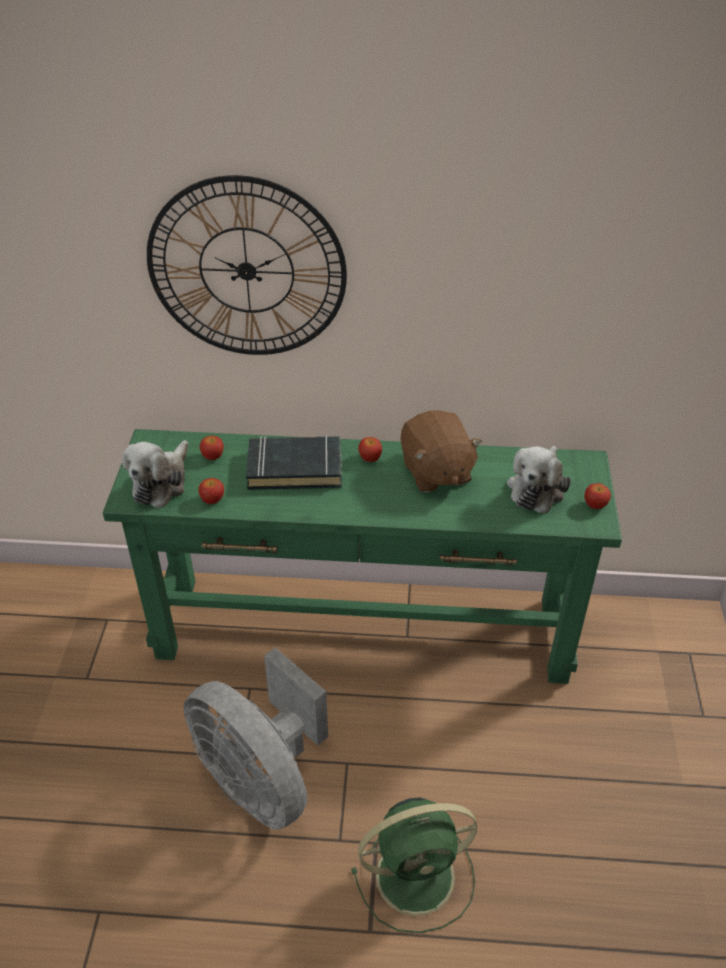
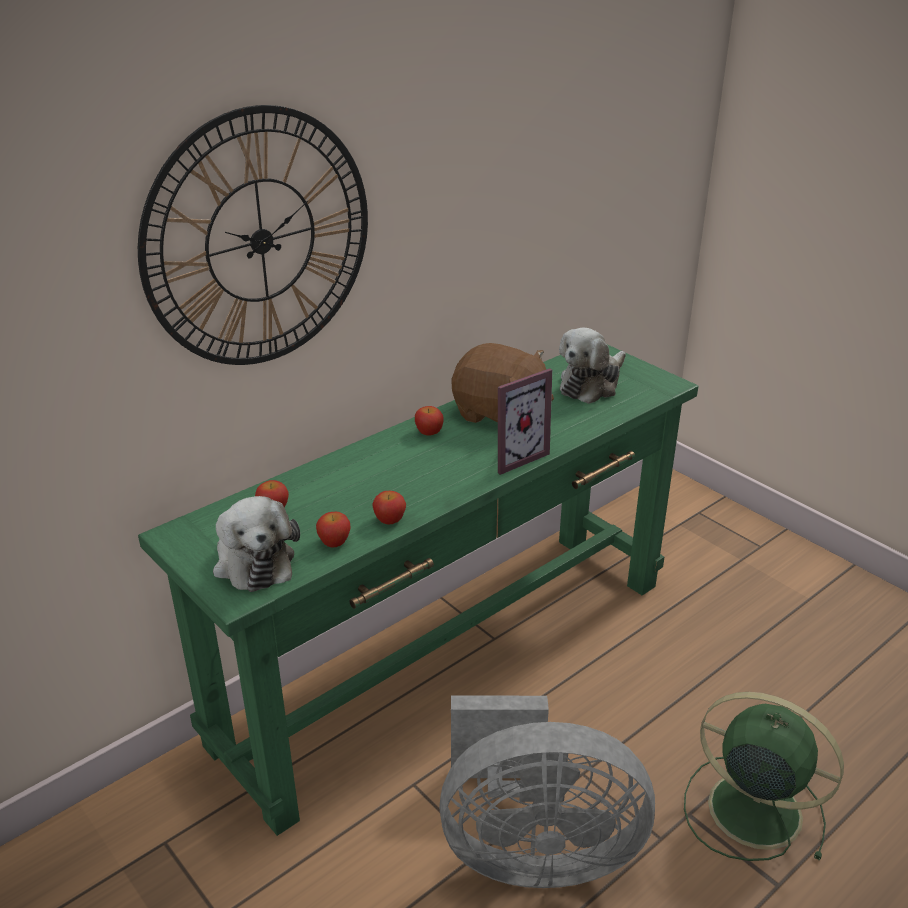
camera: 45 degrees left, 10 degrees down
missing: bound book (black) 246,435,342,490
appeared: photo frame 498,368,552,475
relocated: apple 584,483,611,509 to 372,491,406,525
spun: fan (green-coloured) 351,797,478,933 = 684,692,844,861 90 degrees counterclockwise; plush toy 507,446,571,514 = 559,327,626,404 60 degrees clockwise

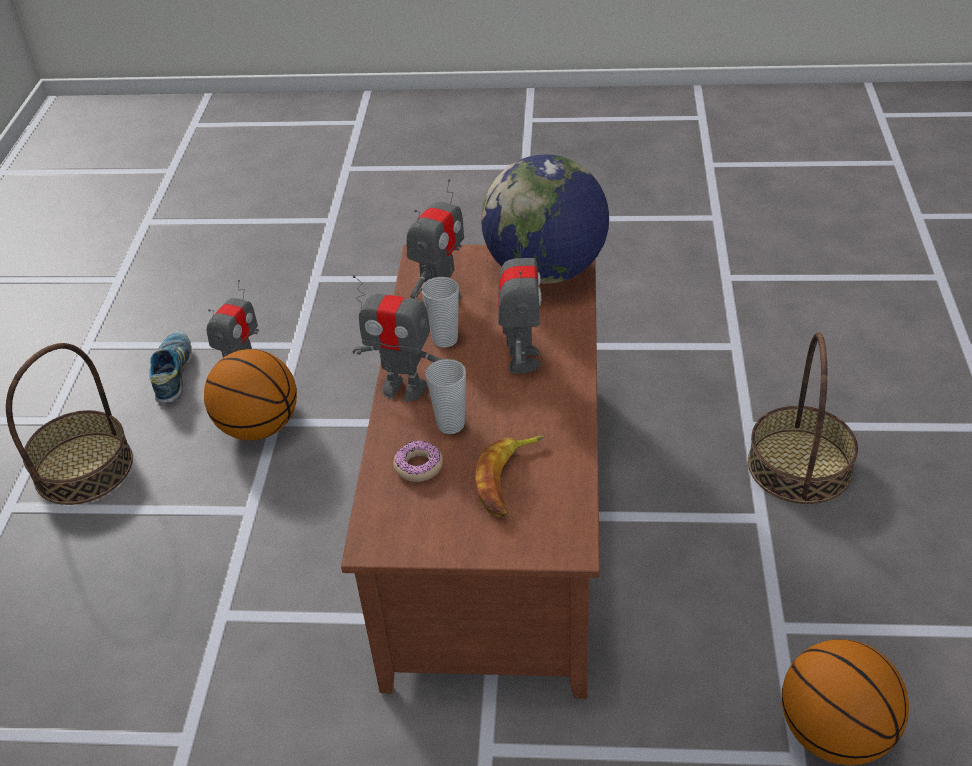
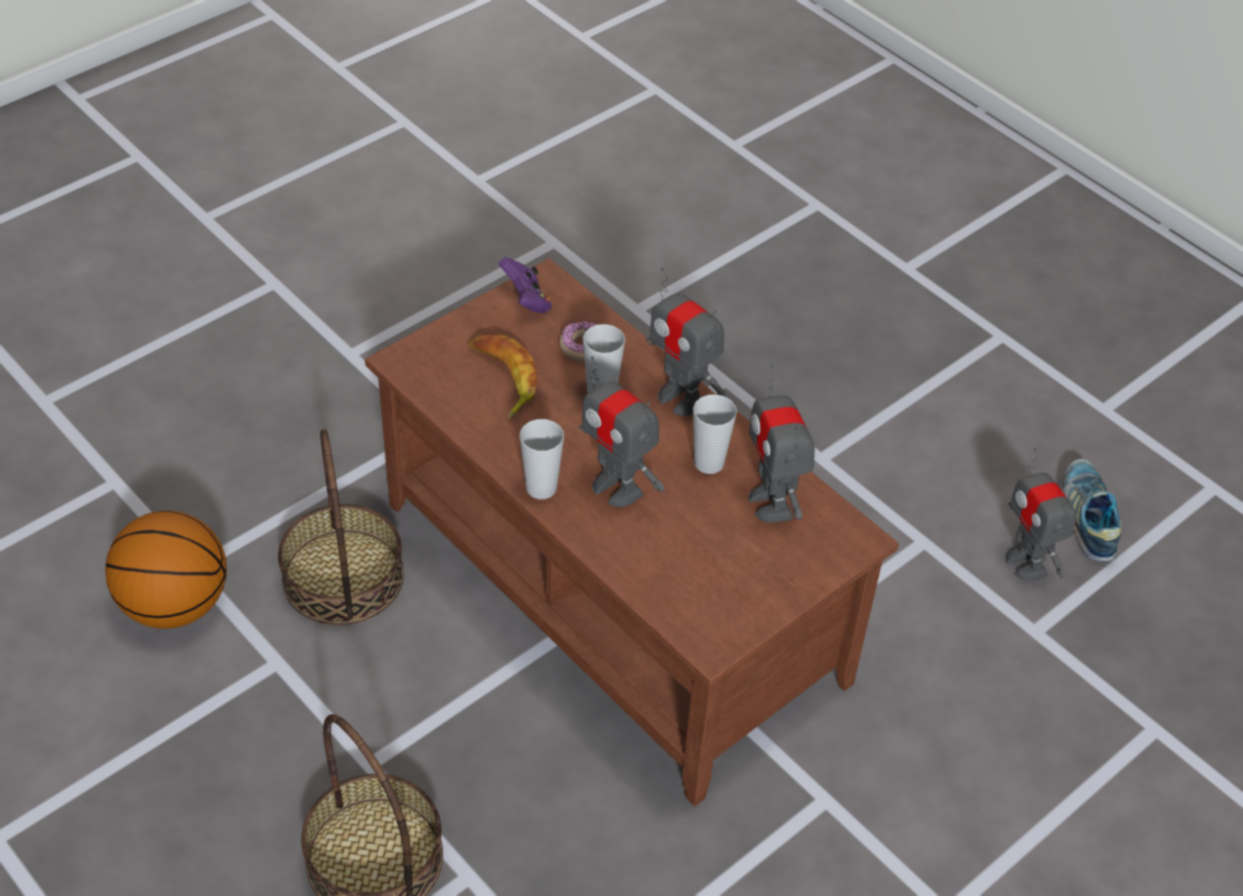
camera: 130 degrees right, 5 degrees up
missing: basketball ball 204,349,297,440; world globe 481,154,609,284
appeared: gamepad (purplish) 499,257,552,313; small cup 520,419,564,499
relocated: storage basket 6,343,133,505 to 278,429,404,625
spun: shoe 149,331,192,403 = 1061,459,1122,562 135 degrees counterclockwise; model robot 353,275,442,402 = 646,268,728,416 105 degrees counterclockwise

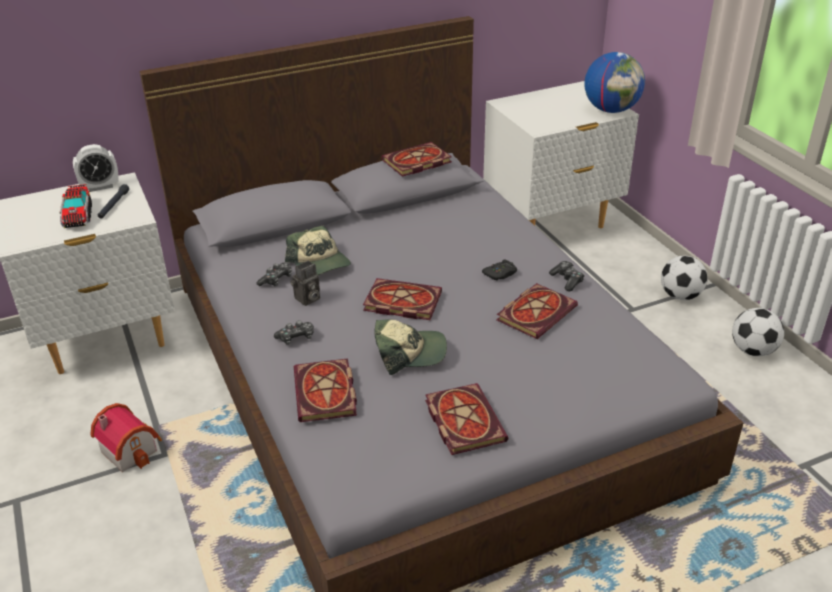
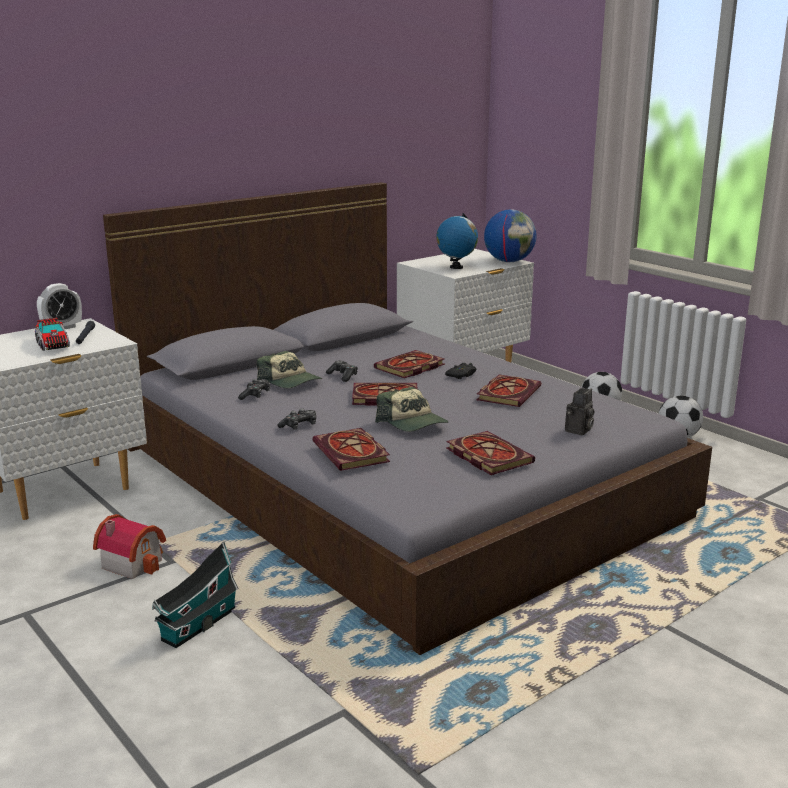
camera: 15 degrees left, 15 degrees down
appeared: toy house 152,542,239,648; world globe 436,213,478,269
relocated: photo camera 290,261,320,306 to 565,388,594,435; bound book 382,142,452,177 to 374,350,445,378; gamepad 549,261,584,292 to 326,360,358,382
spun: cap 374,319,447,375 = 375,387,448,432 75 degrees clockwise

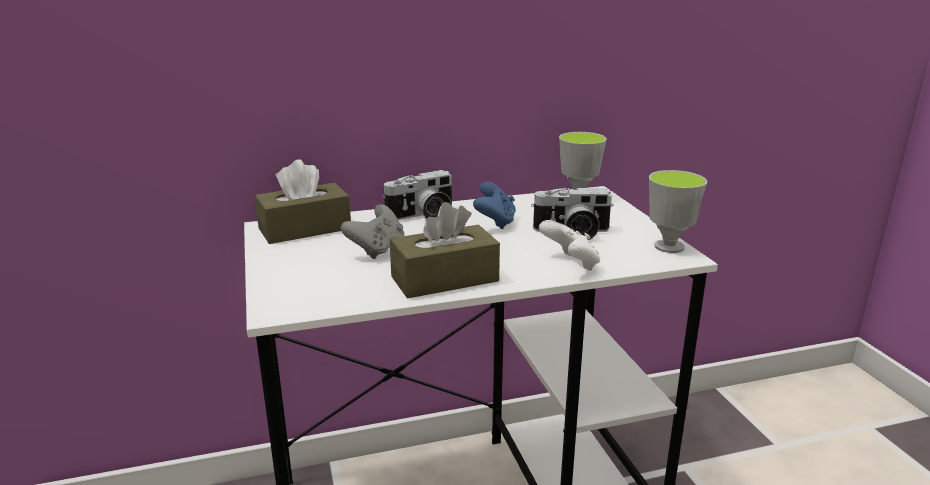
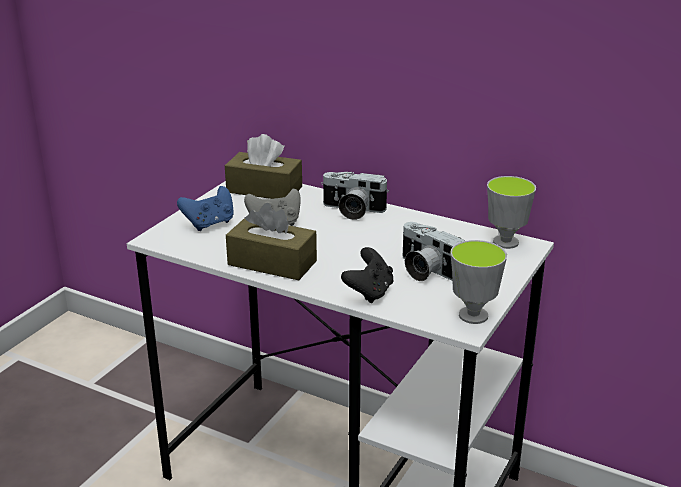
camera: 45 degrees right, 5 degrees up
relocated: gamepad (blue) 473,181,516,229 to 177,186,234,231
colour: gamepad (white-coloured) 539,220,600,271 to gamepad (black) 341,247,393,303

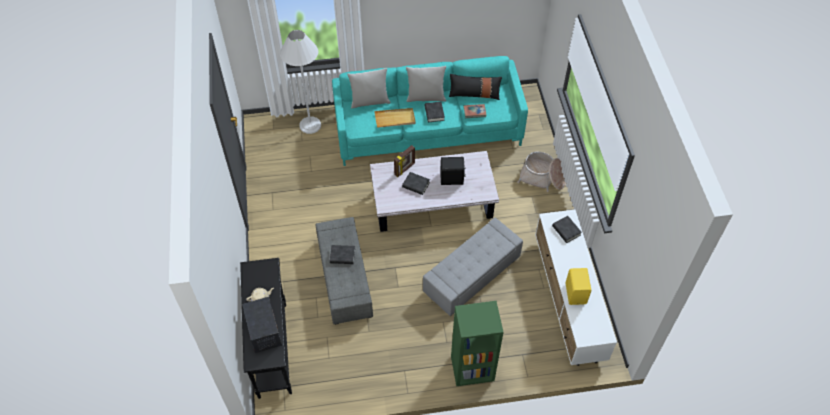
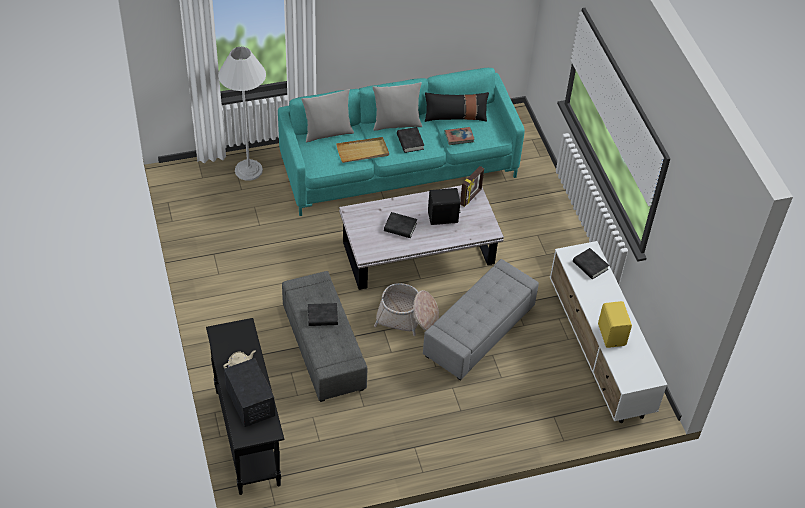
camera: 10 degrees left, 5 degrees down
missing: bookcase (green-coloured) 451,301,504,386
relocated: photo frame 394,145,415,177 to 460,166,484,207; storage basket 517,151,566,192 to 374,283,439,336

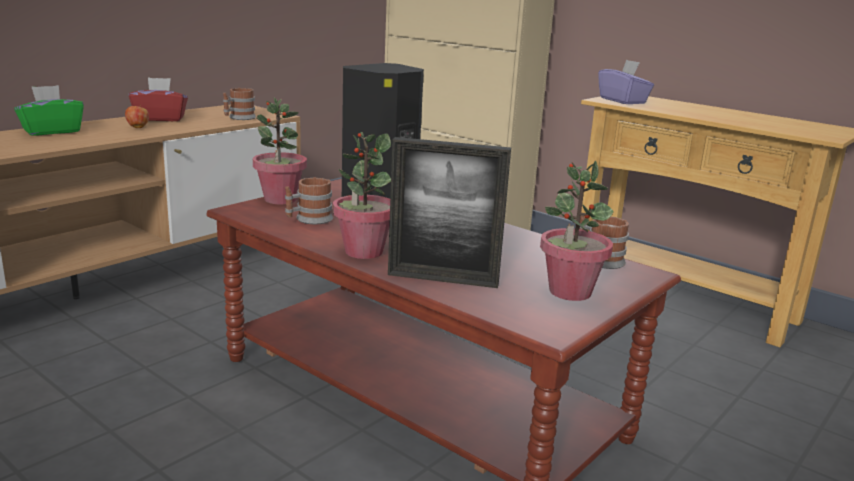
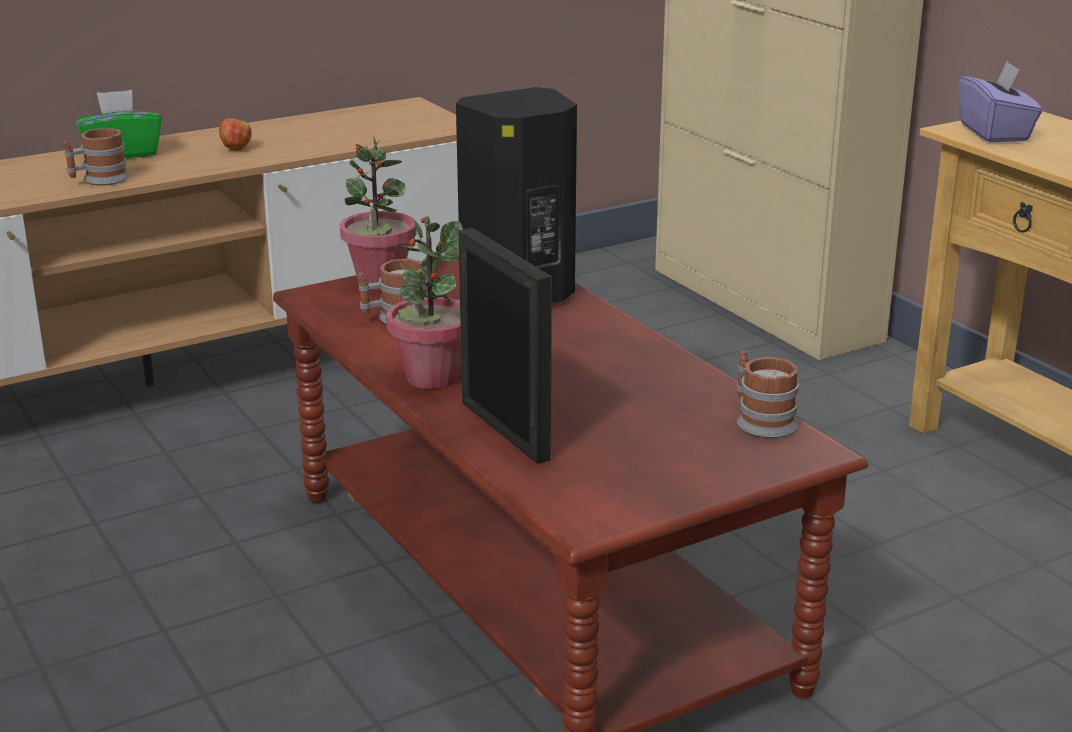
camera: 20 degrees right, 5 degrees up
missing: box of tissues (red-coloured) 129,77,188,121; houseplant 540,161,613,301
relocated: coffee mug 223,88,256,120 to 63,128,130,185
spun: photo frame 388,137,511,288 = 458,228,552,464 150 degrees counterclockwise

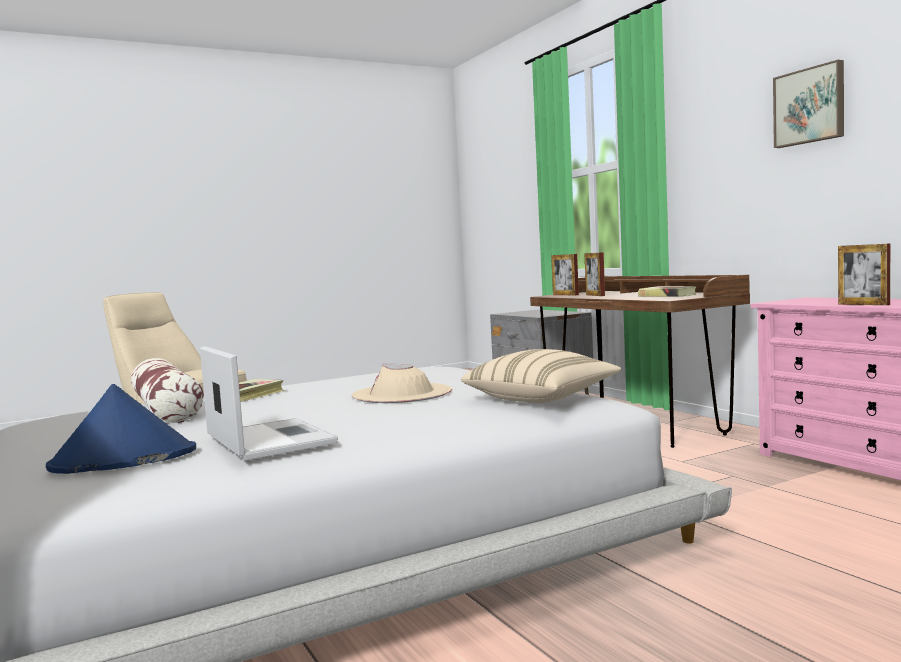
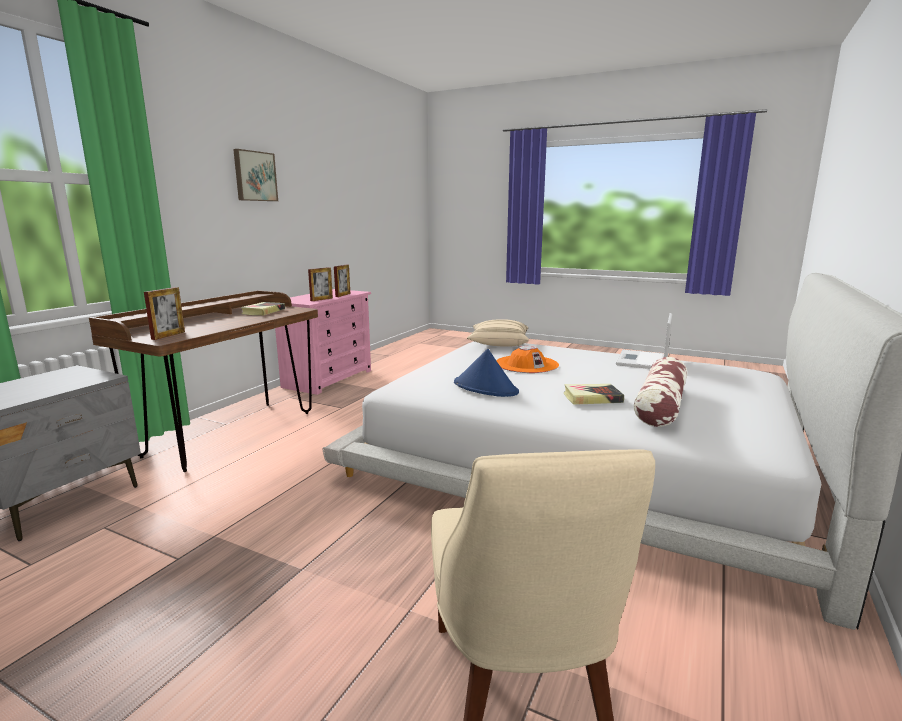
camera: 125 degrees left, 10 degrees up
relocated: hat (blue) 46,384,196,474 to 454,349,519,397; photo frame 584,252,605,296 to 308,267,333,301
colour: hat (beige-coloured) 352,363,452,403 to hat (orangey) 496,346,559,373

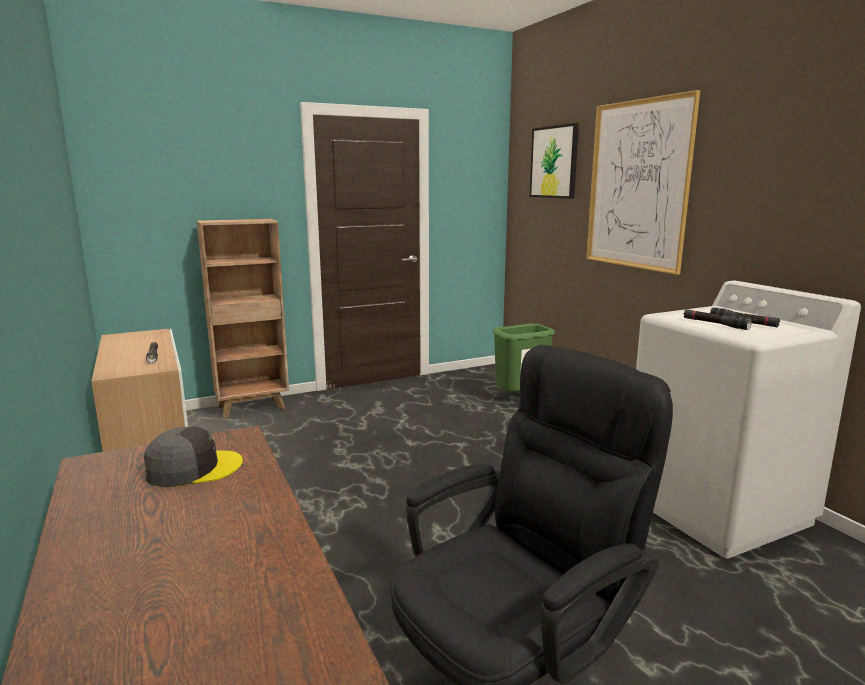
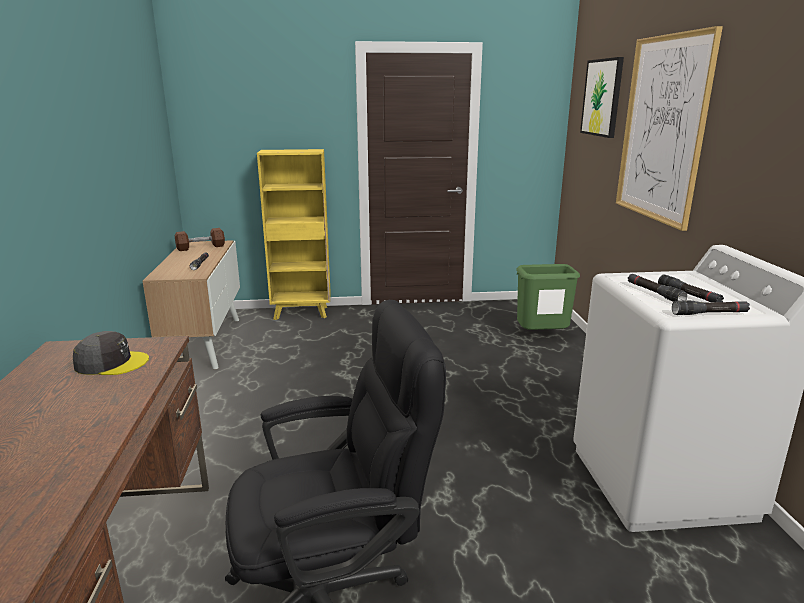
camera: 20 degrees right, 5 degrees up
appeared: dumbbell (brownish) 175,228,225,251; flashlight (black) 672,301,750,315
colour: bookcase (brownish) 196,219,289,419 to bookcase (yellow) 257,149,331,320

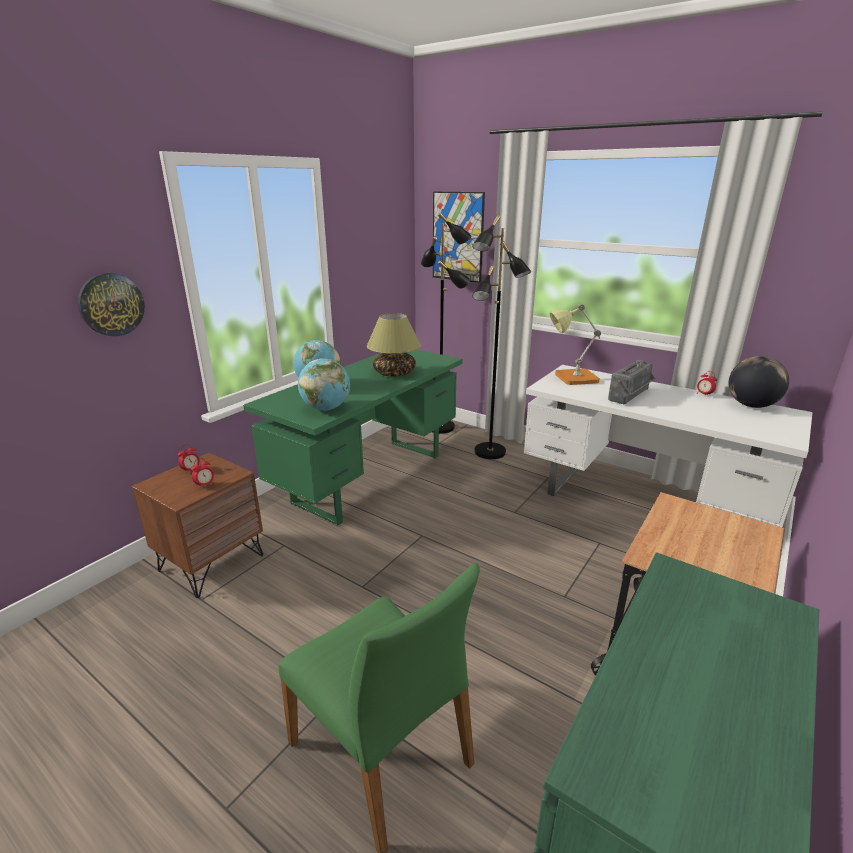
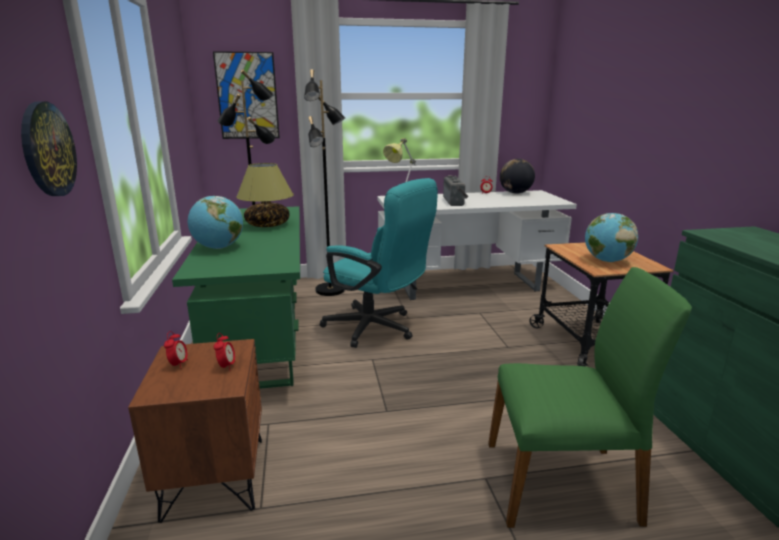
camera: 45 degrees left, 5 degrees down
appeared: computer chair (turquoise) 320,178,438,348
relocated: world globe 298,358,350,411 to 585,213,638,262

